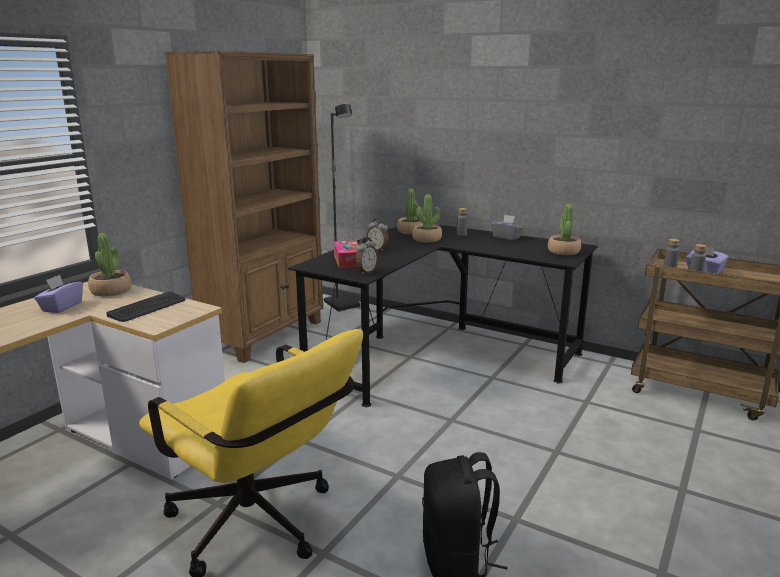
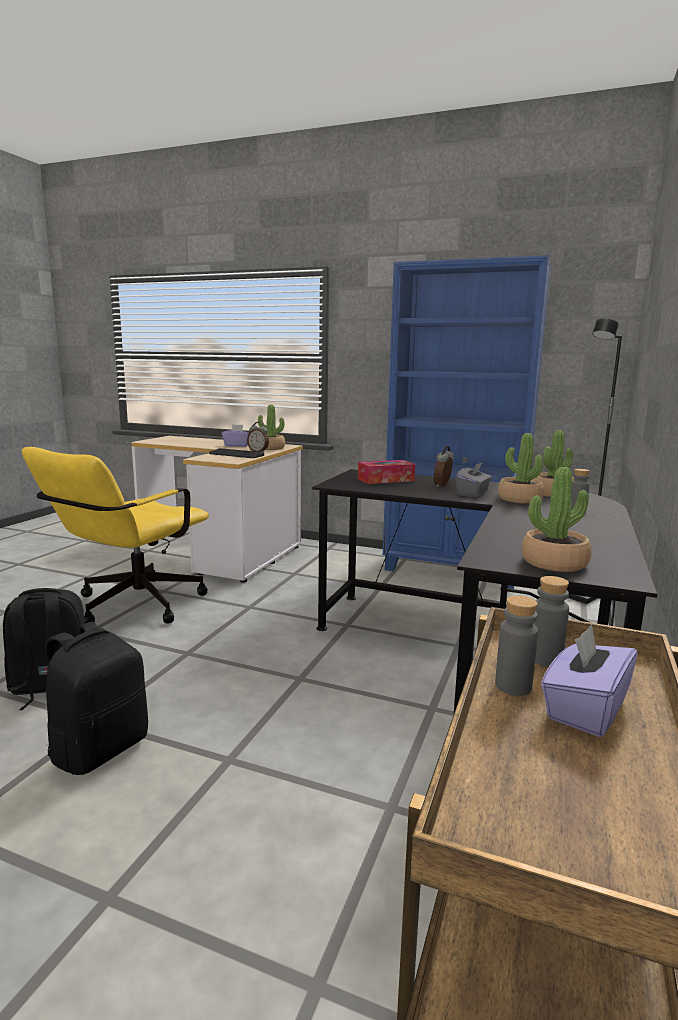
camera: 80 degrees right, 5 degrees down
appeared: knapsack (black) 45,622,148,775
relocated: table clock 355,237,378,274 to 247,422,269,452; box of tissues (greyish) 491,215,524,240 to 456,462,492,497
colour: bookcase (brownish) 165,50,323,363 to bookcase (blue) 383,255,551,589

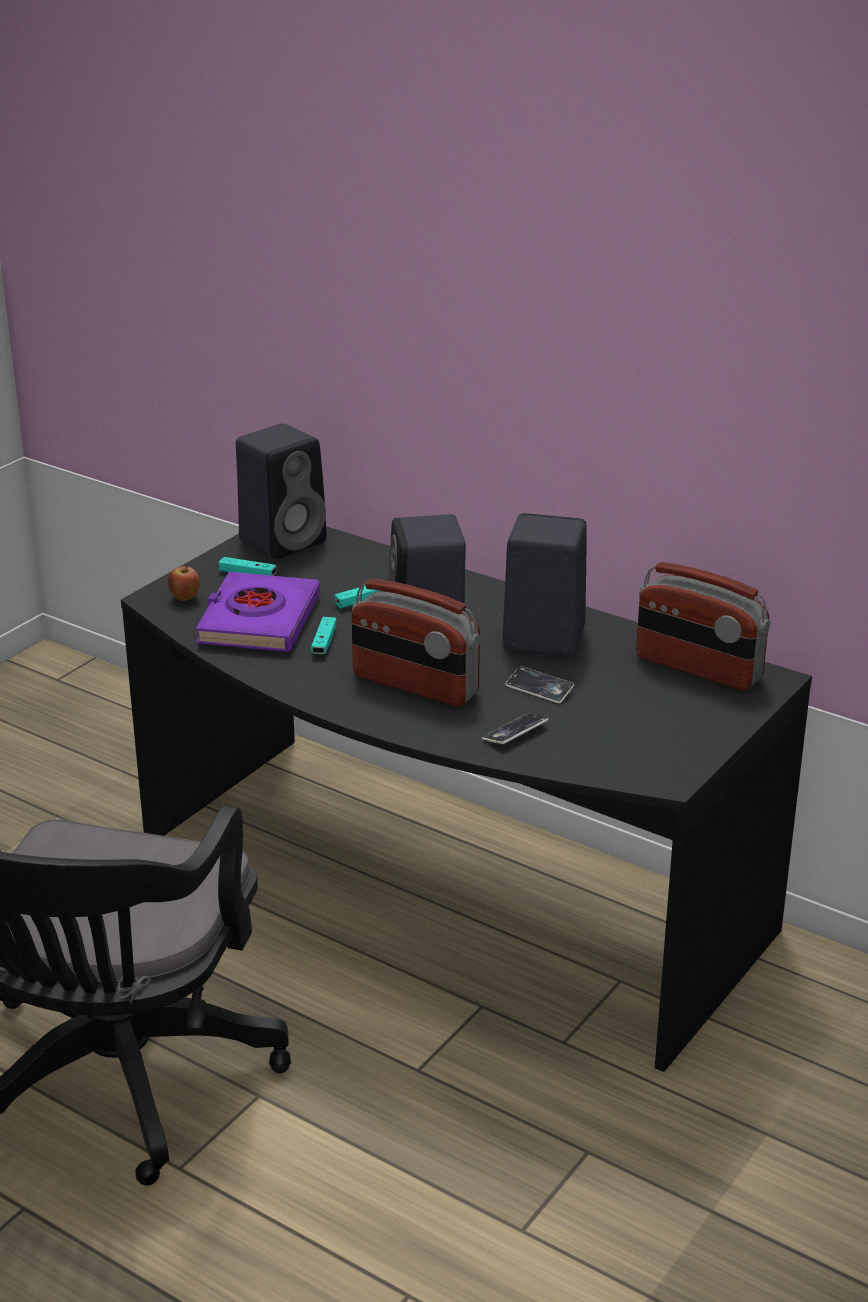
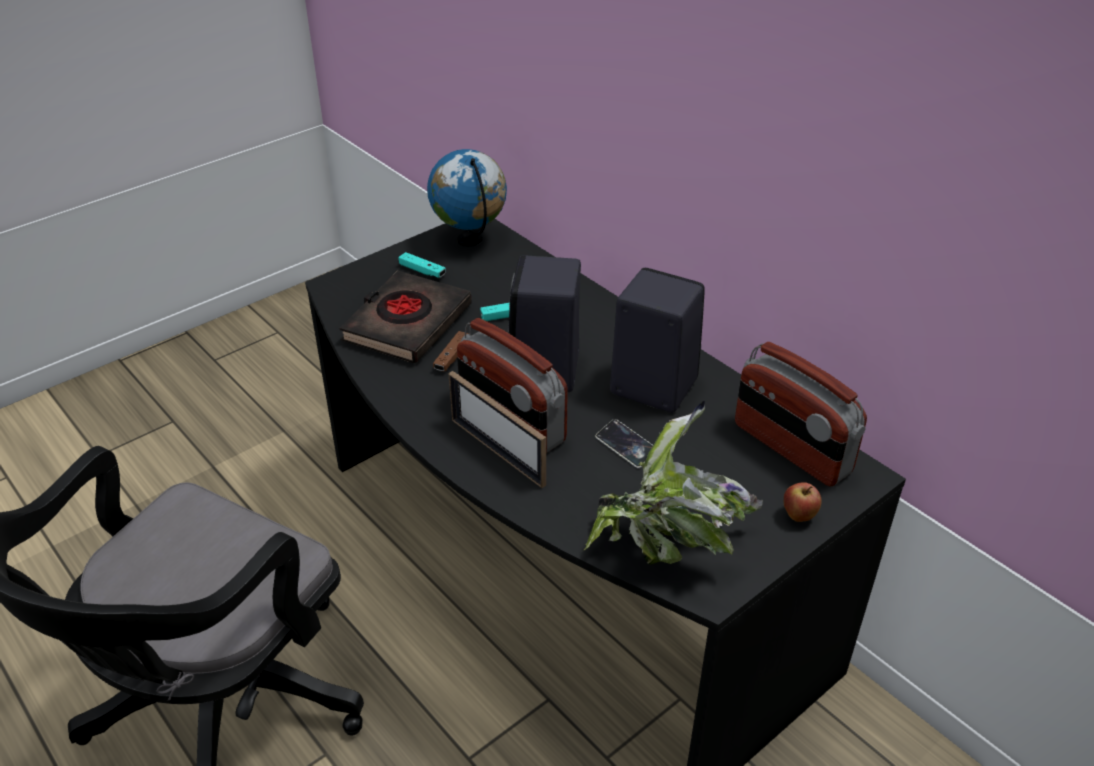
camera: 15 degrees right, 10 degrees up
missing: telephone 482,714,548,744
appeared: photo frame 449,371,546,488; houseplant 583,401,763,565
relocated: apple 168,564,200,601 to 784,482,822,522
exchanged: speaker (black) 236,423,327,559 to world globe 427,149,507,246
colour: bound book (purplish) 196,572,320,652 to bound book (black) 340,271,472,363; gamepad (turquoise) 311,617,337,654 to gamepad (brownish) 433,331,469,371

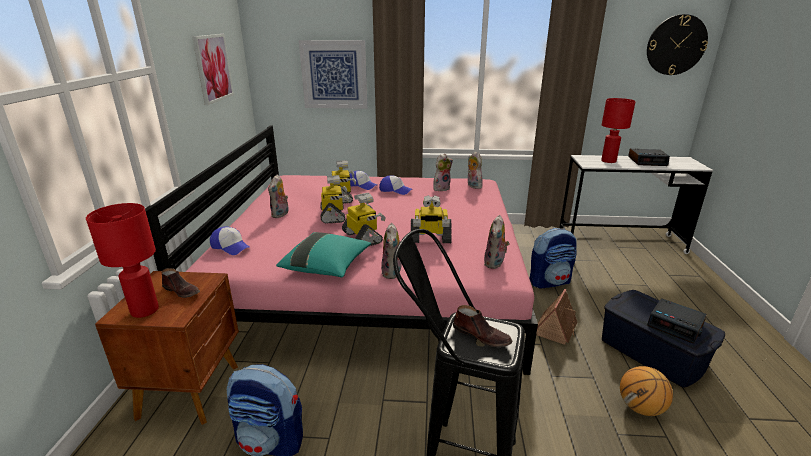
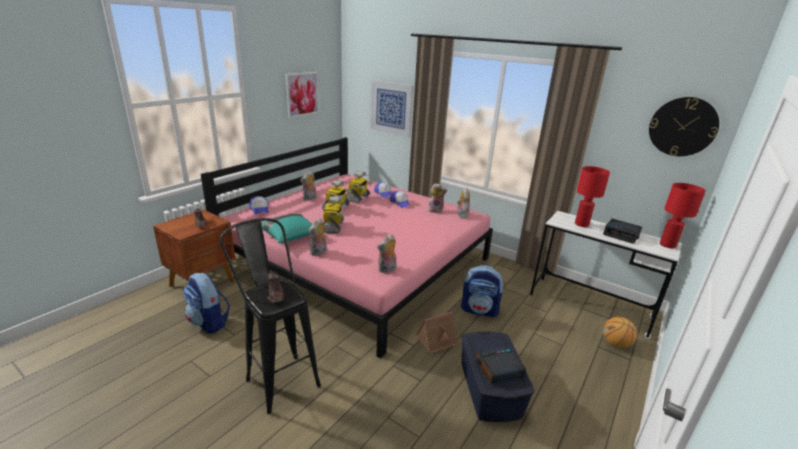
camera: 30 degrees right, 0 degrees up
missing: model robot 411,195,452,243
relocated: lamp for a table (red-coloured) 86,203,159,318 to 660,183,706,249; basketball ball 620,366,673,416 to 603,317,637,348
spun: table clock 647,298,707,343 = 475,346,526,384 90 degrees clockwise

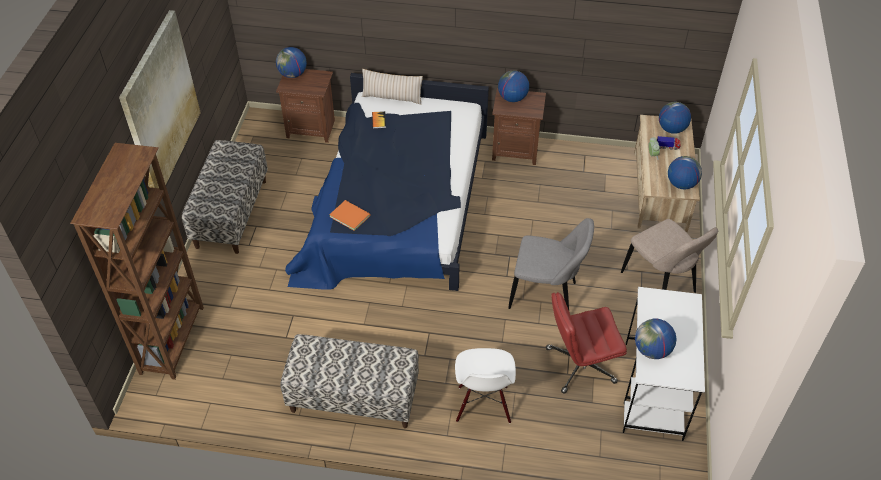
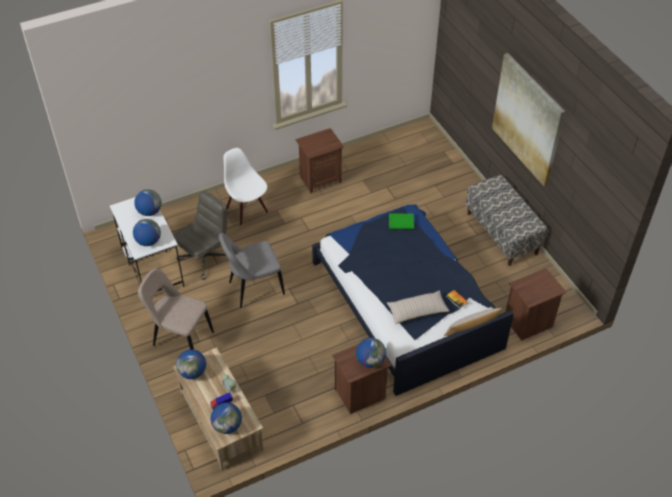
camera: 145 degrees right, 0 degrees up
missing: bookcase (brownish) 70,143,204,380
appeared: pillow (beige-coloured) 387,290,449,324
relocated: world globe 276,47,307,78 to 133,219,161,246
exchanged: bench 280,334,419,428 to night table (brownish) 296,128,344,194
colour: bound book (orangey) 329,200,370,231 to bound book (green-coloured) 389,213,414,229; computer chair (red-coloured) 546,292,627,394 to computer chair (greyish) 173,191,227,280

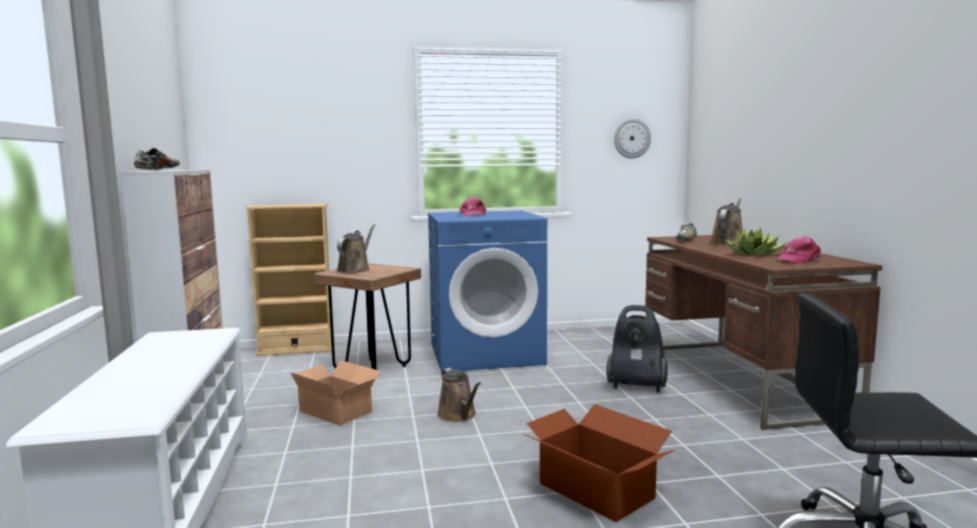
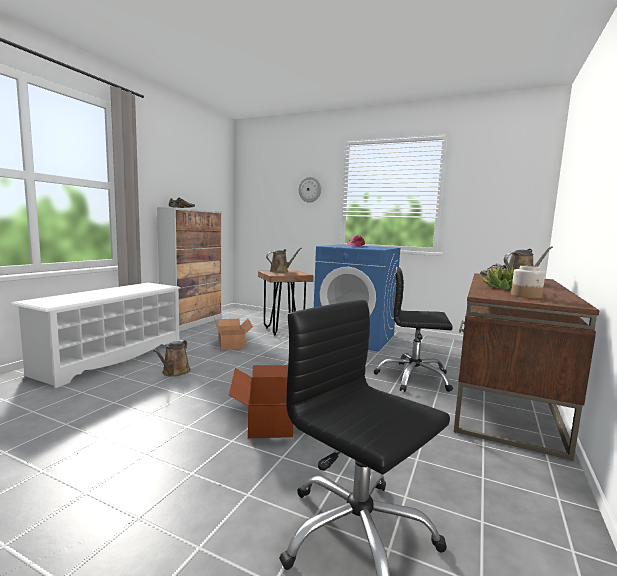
camera: 35 degrees right, 0 degrees up
missing: bookcase (beige-coloured) 245,204,332,356
relocated: watering pot (brownish) 437,368,481,422 to 153,340,191,377; wall clock 614,118,651,158 to 299,177,321,203
exchanged: hoover 606,305,668,392 to computer chair (black) 374,267,453,392; cap (pink) 776,236,821,264 to storage jar 511,266,545,299

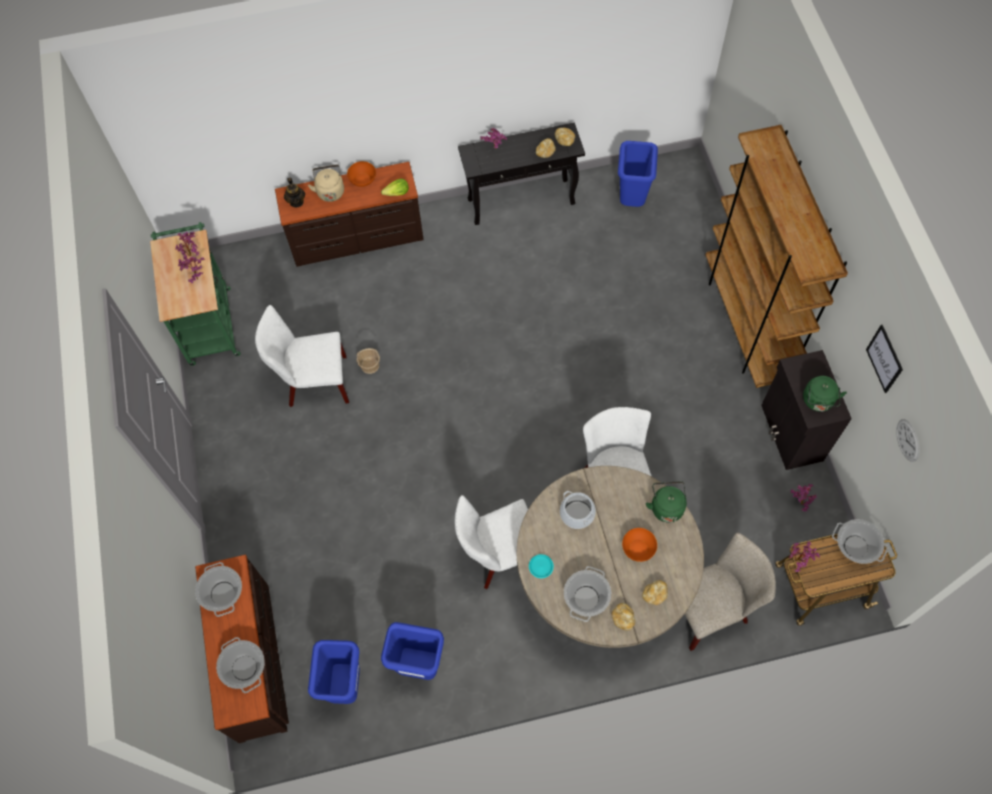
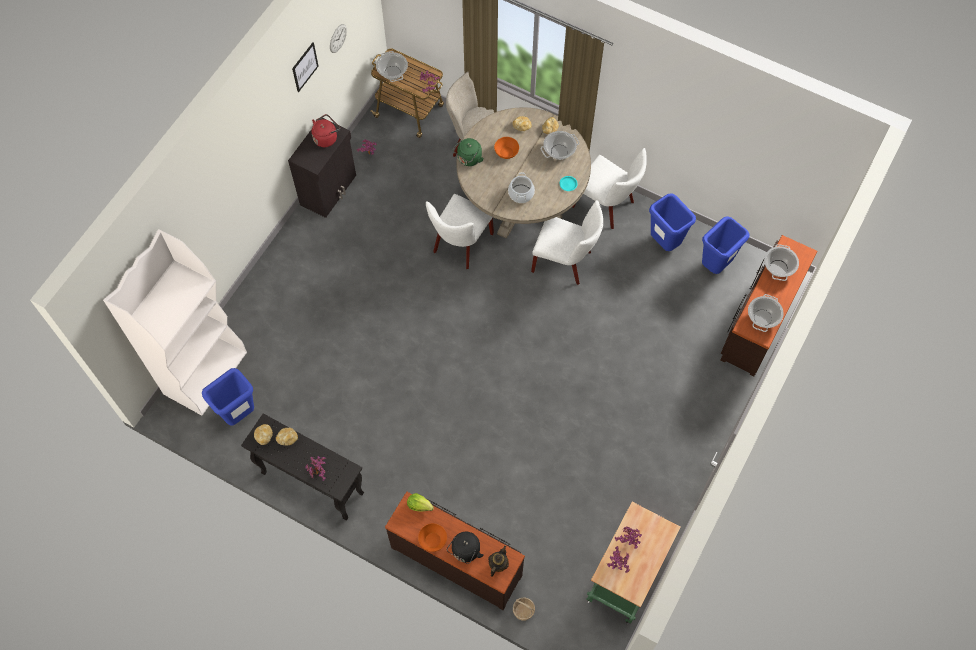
camera: 140 degrees left, 0 degrees up
missing: bookcase (brownish) 705,125,848,388
appeared: bookcase (white-coloured) 103,229,247,415
relocated: chair (white-coloured) 255,305,349,407 to 572,148,647,229; storage basket 357,348,380,374 to 513,598,535,621
colour: kettle (beige-coloured) 308,165,344,202 to kettle (black) 447,532,484,564; kettle (green-coloured) 803,376,847,412 to kettle (red-coloured) 312,114,340,147

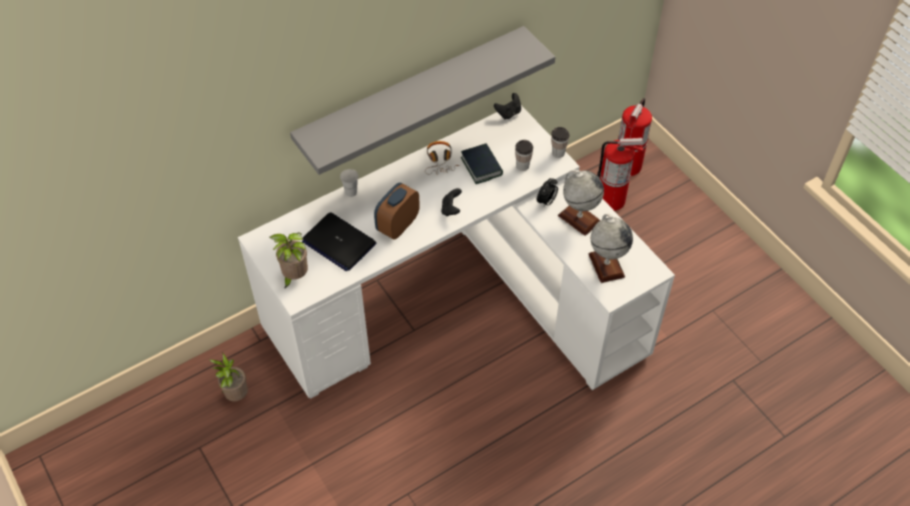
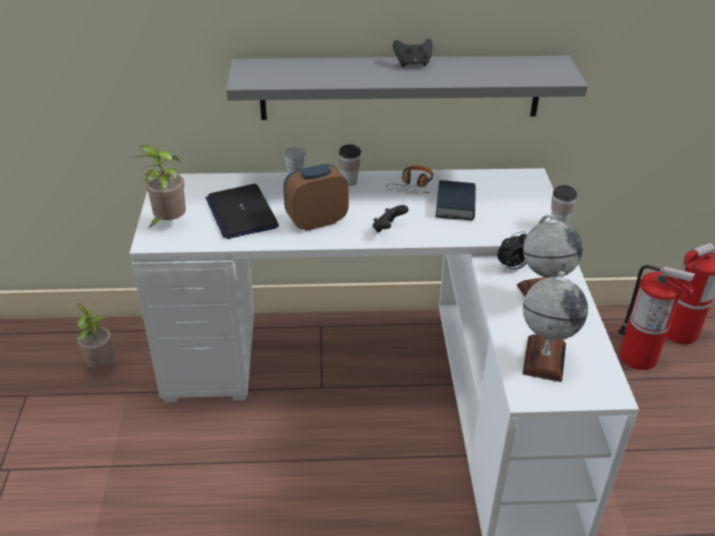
camera: 30 degrees right, 15 degrees down
relocated: gamepad (black) 494,93,521,119 to 393,39,433,67; small cup 515,140,533,171 to 339,144,361,186

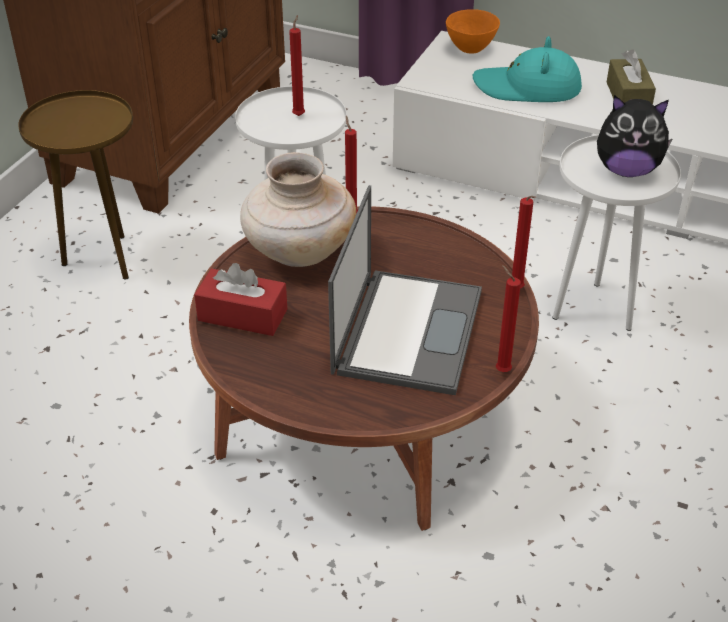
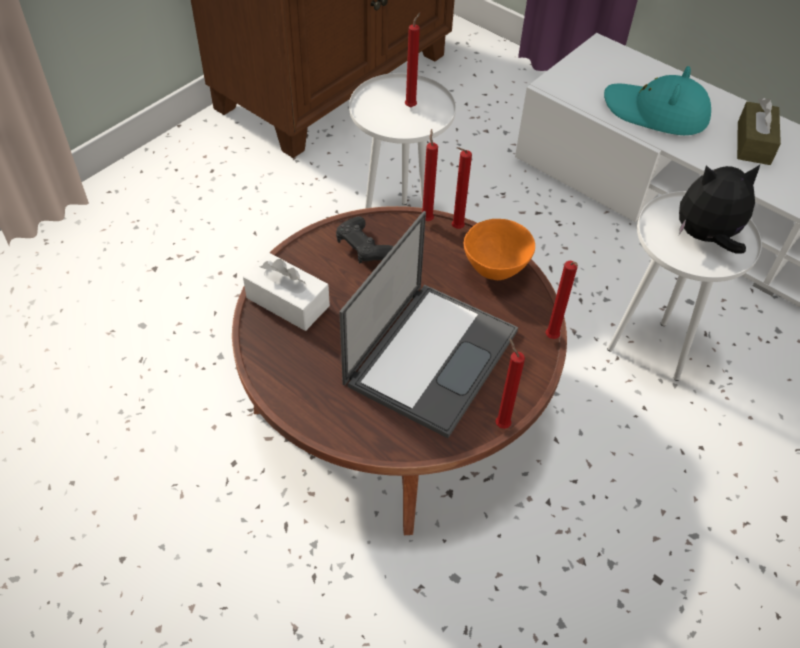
camera: 15 degrees right, 10 degrees up
missing: side table (brownish) 18,90,133,280
appeared: wax candle (red-coloured) 452,147,472,229
relocated: deep dish (orangey) 446,9,500,53 to 464,219,535,280
exchanged: vase (beige-coloured) 240,152,356,267 to gamepad (black) 336,216,394,263
colour: box of tissues (red-coloured) 194,263,287,336 to box of tissues (white-coloured) 243,252,330,331
spun: plush toy 597,95,673,177 = 679,165,760,254 150 degrees clockwise

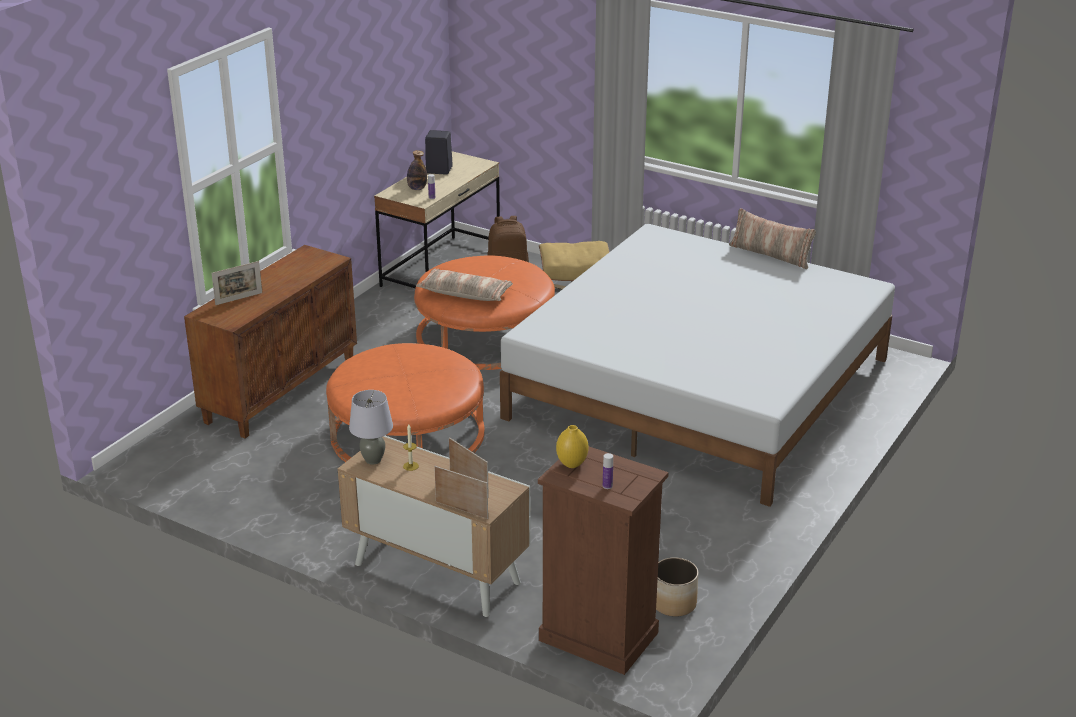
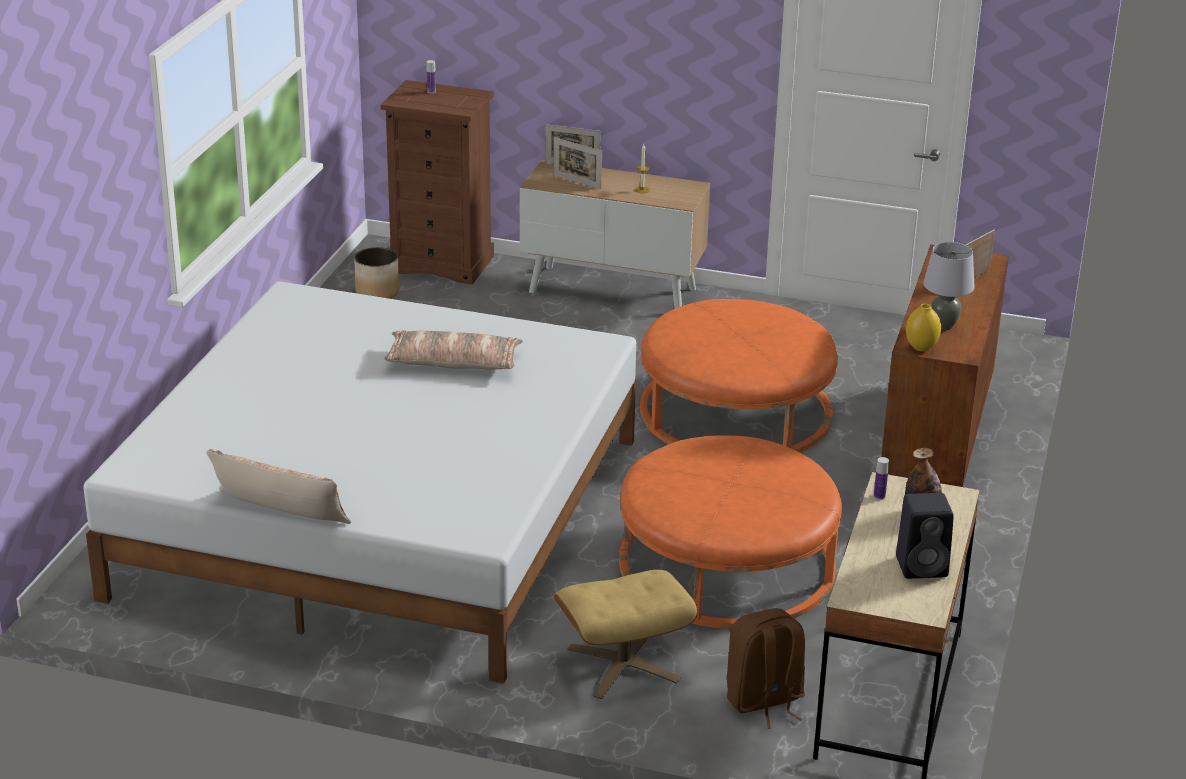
camera: 165 degrees right, 0 degrees up
relocated: lamp for a table (greyish) 349,390,393,465 to 923,242,975,330; pillow 416,269,513,301 to 384,330,523,370; vase (yellow) 556,425,588,468 to 906,304,941,351

